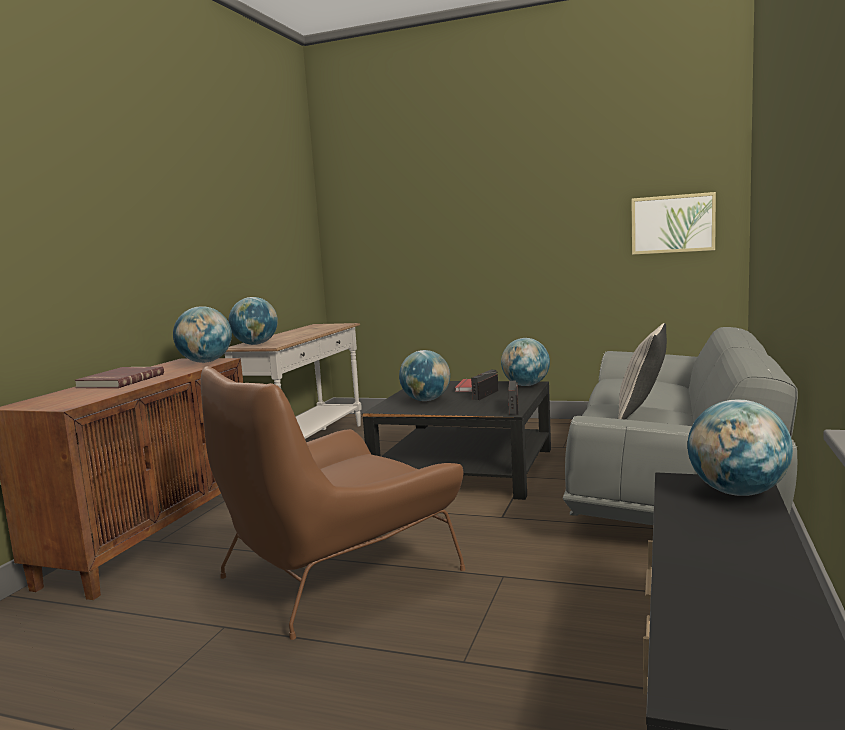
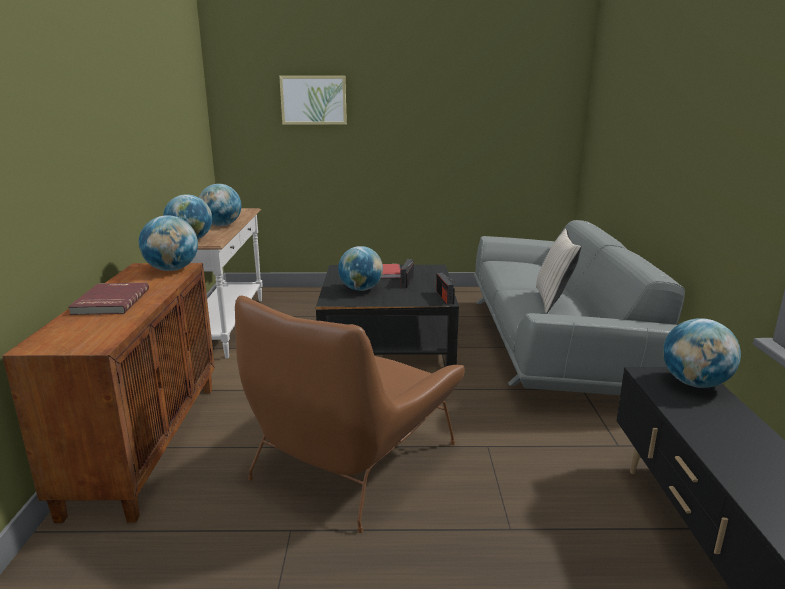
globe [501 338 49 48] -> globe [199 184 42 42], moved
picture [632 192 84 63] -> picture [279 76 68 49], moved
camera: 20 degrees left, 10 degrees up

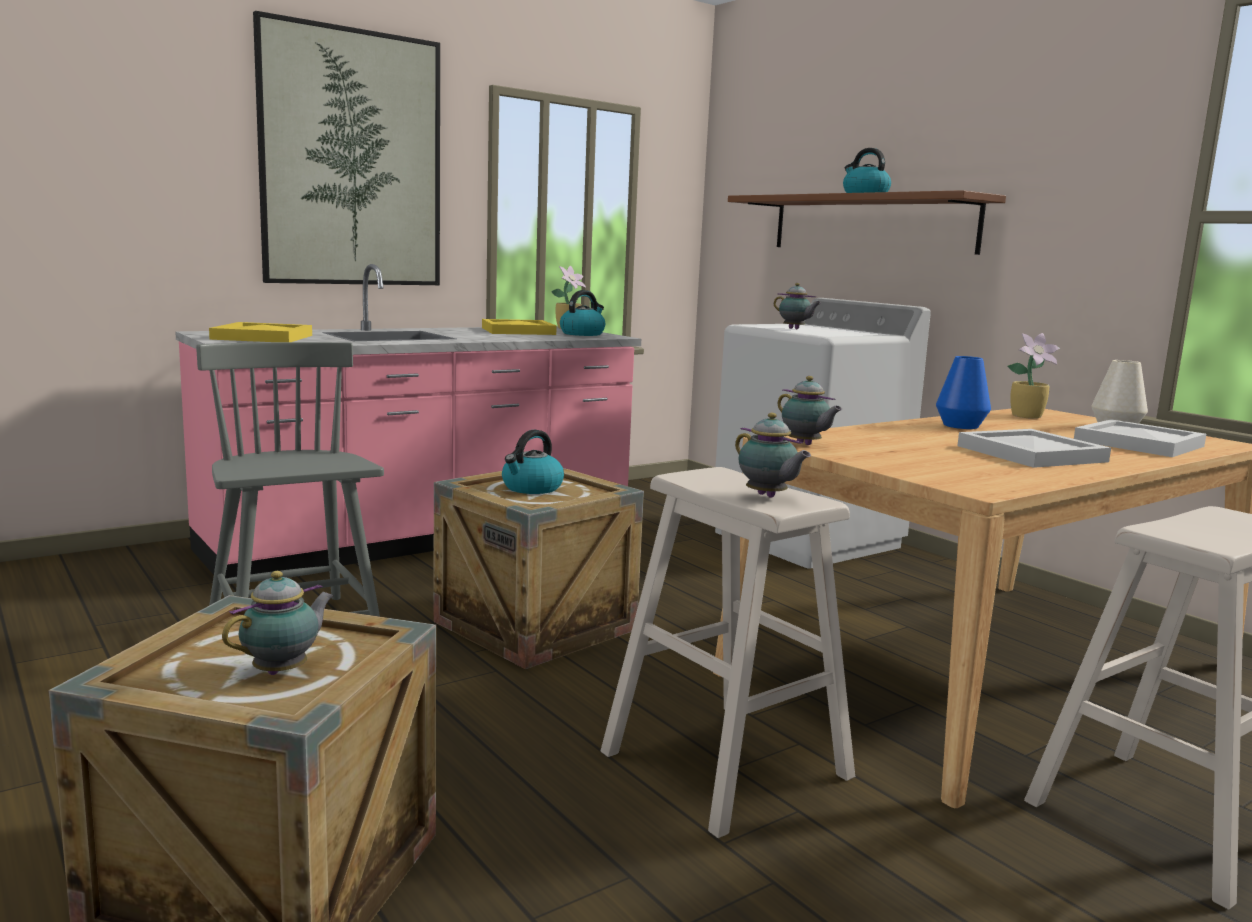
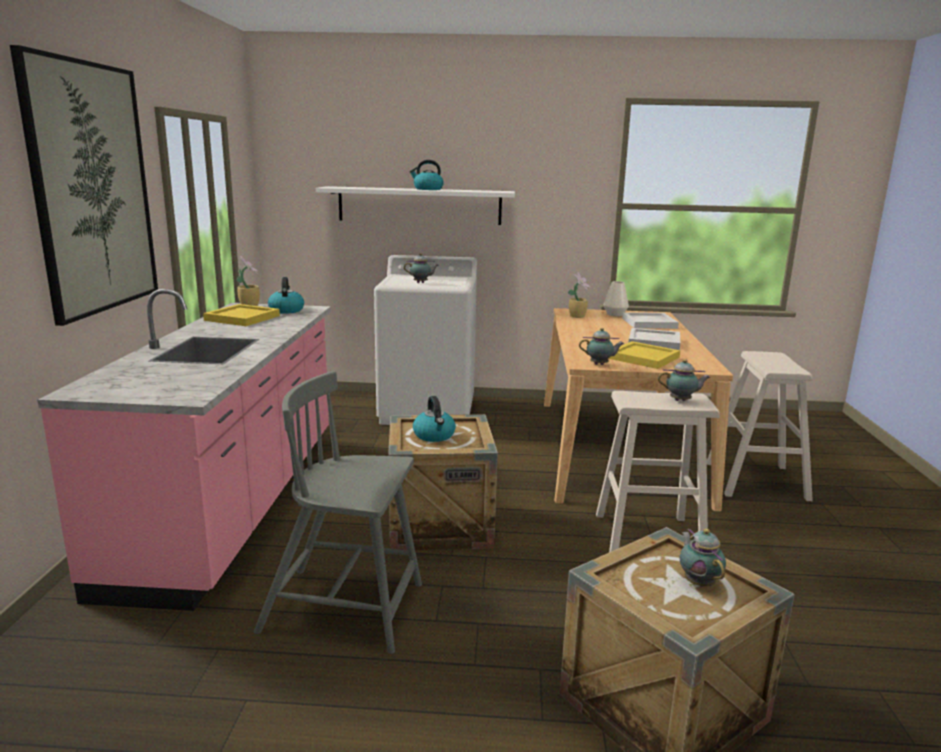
shelf/brown [728 190 278 65] -> shelf/white [316 186 199 39]
tray/yellow [209 322 103 20] -> tray/yellow [608 341 72 28], moved
vase/blue [936 356 55 73] -> none
camera: 50 degrees left, 5 degrees up

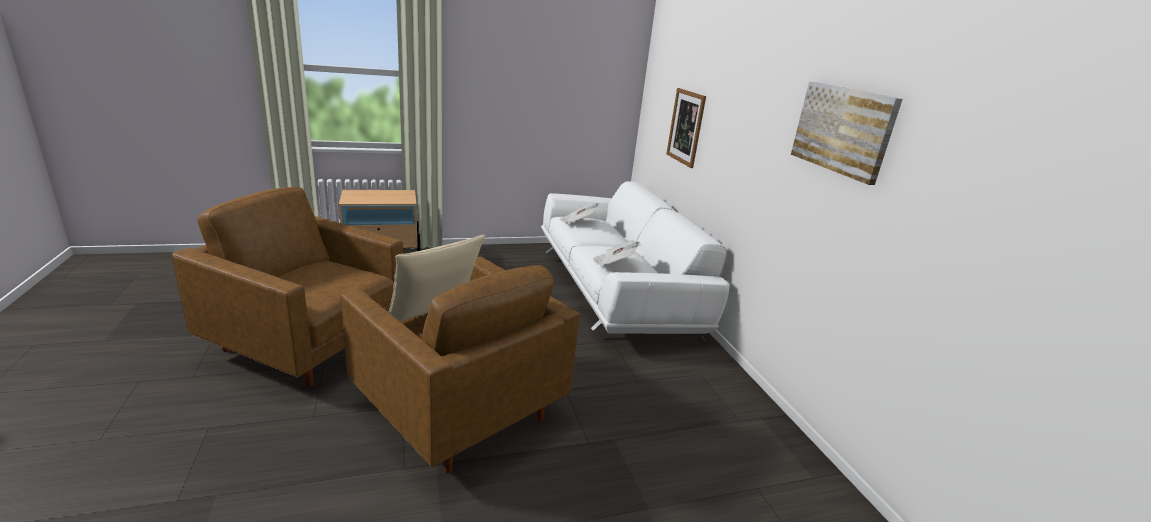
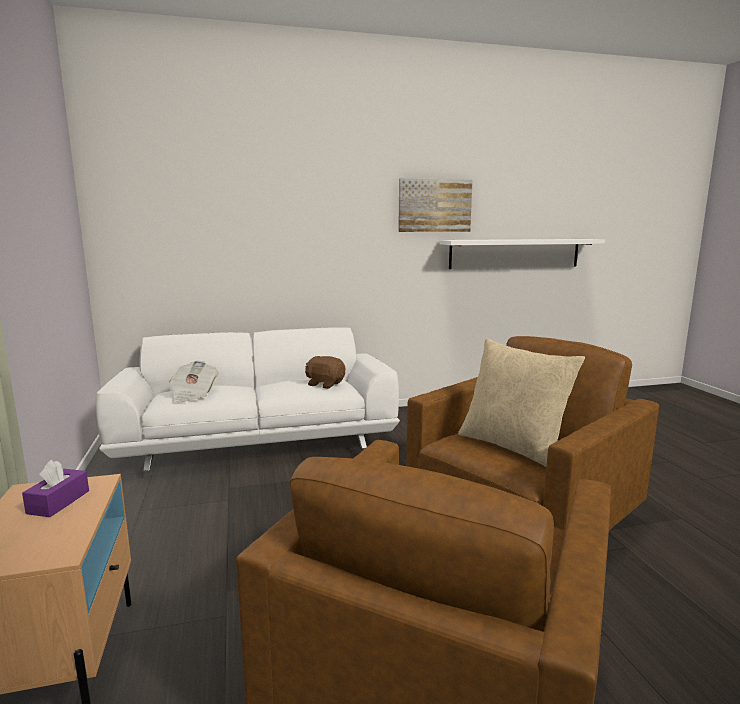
none -> tissue box/purple [22 460 67 57]
newspaper [593 240 48 26] -> plush toy/brown [305 356 40 33]
none -> shelf/white [440 239 165 30]
picture [666 88 40 80] -> none
camera: 85 degrees left, 10 degrees down

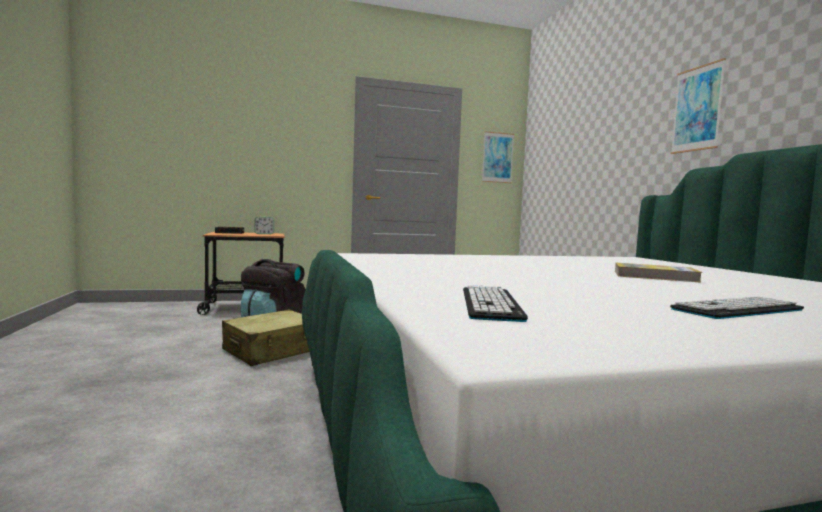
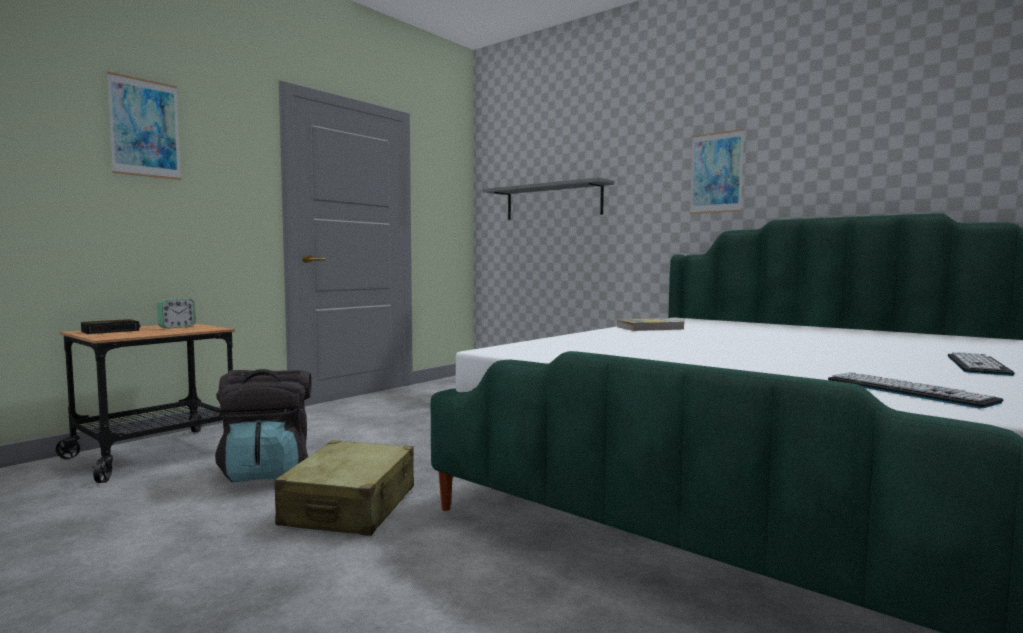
picture [482 131 32 52] -> picture [107 71 74 109], moved
none -> shelf/grey [483 177 131 43]
book [615 263 87 20] -> book [617 318 68 13], moved
camera: 35 degrees left, 0 degrees up

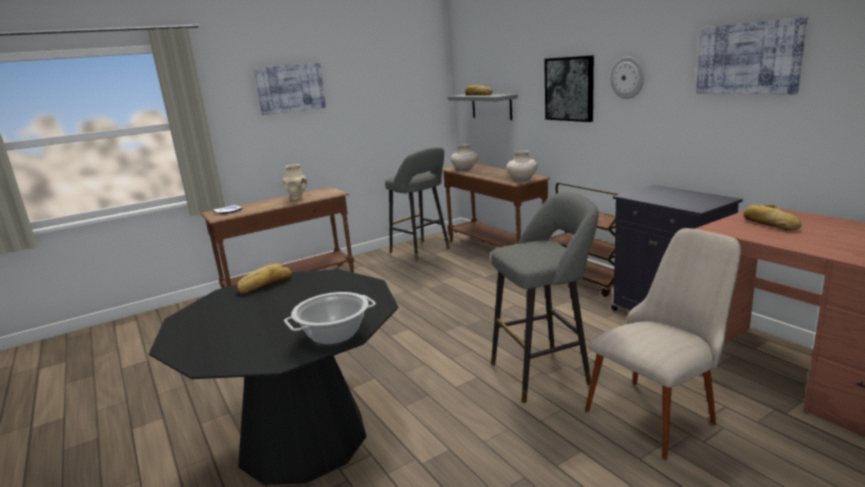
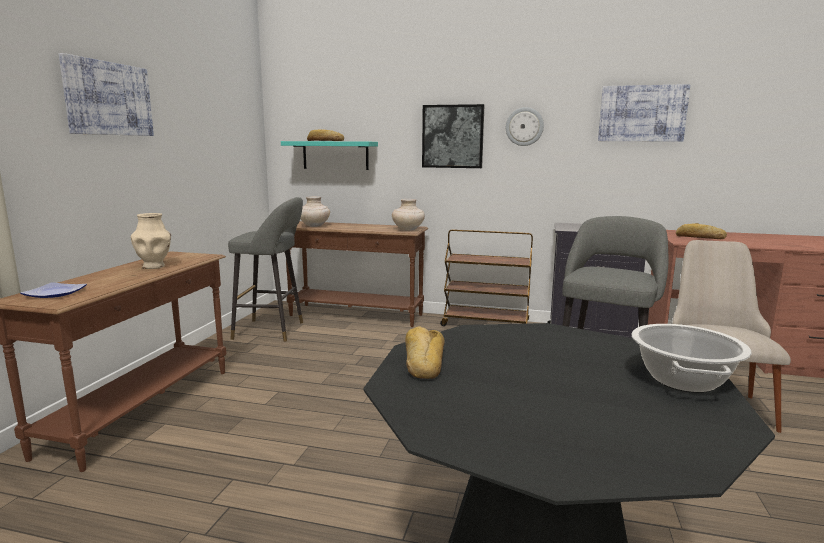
shelf/grey [448 94 70 26] -> shelf/turquoise [281 141 97 29]
camera: 45 degrees left, 5 degrees down

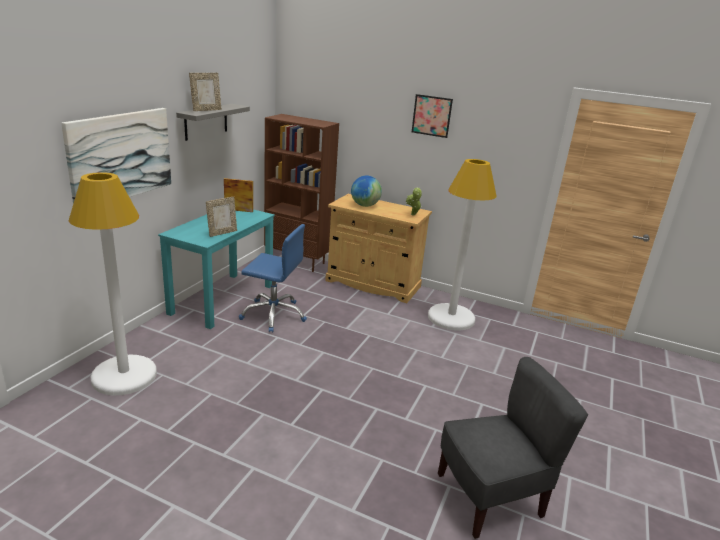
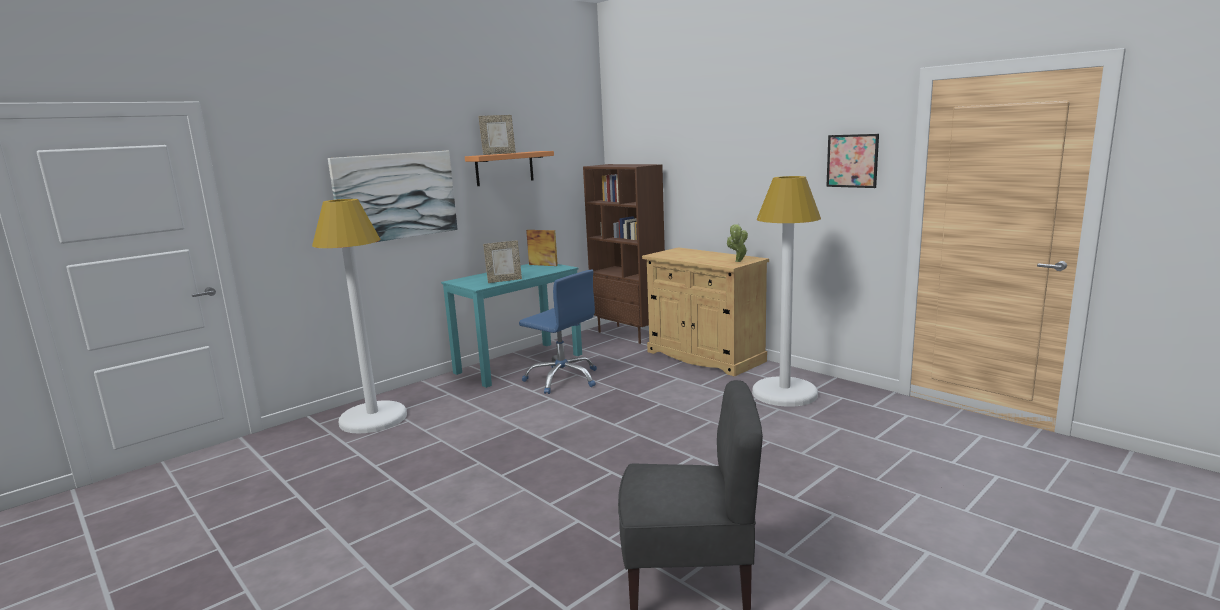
shelf/grey [176 104 74 37] -> shelf/orange [465 151 89 35]
picture [412 94 41 44] -> picture [826 134 53 54], moved
globe [351 176 31 31] -> none
camera: 25 degrees right, 10 degrees down

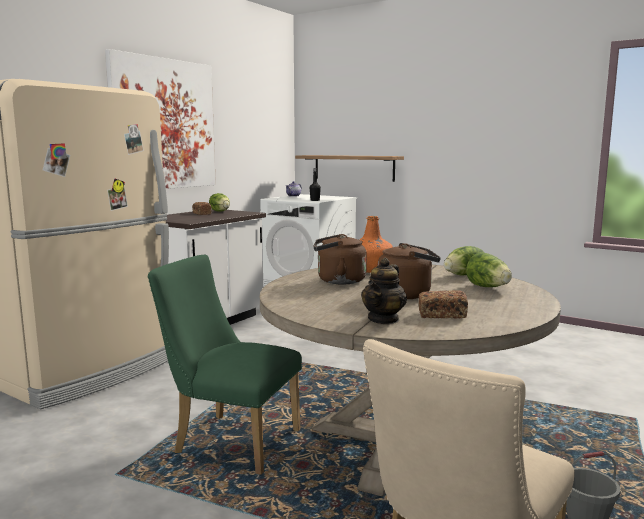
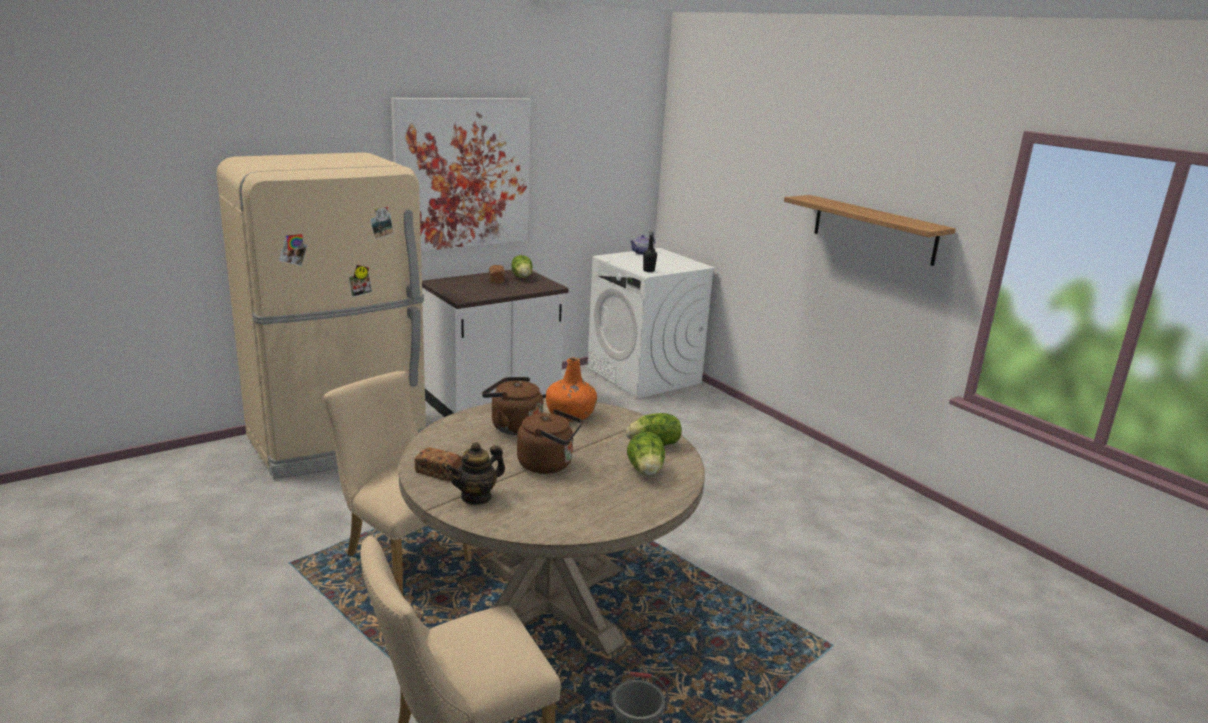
chair/green [148 255 154 220] -> chair/beige [323 371 149 224]
bread [419 290 49 28] -> bread [414 447 48 34], moved
shelf [295 155 109 27] -> shelf [784 195 172 71], moved
camera: 20 degrees right, 10 degrees up

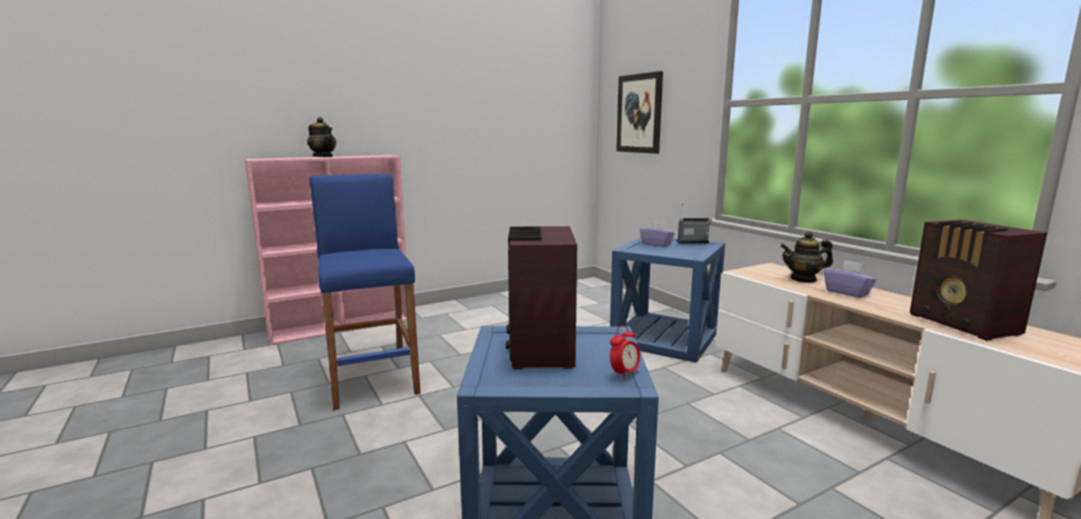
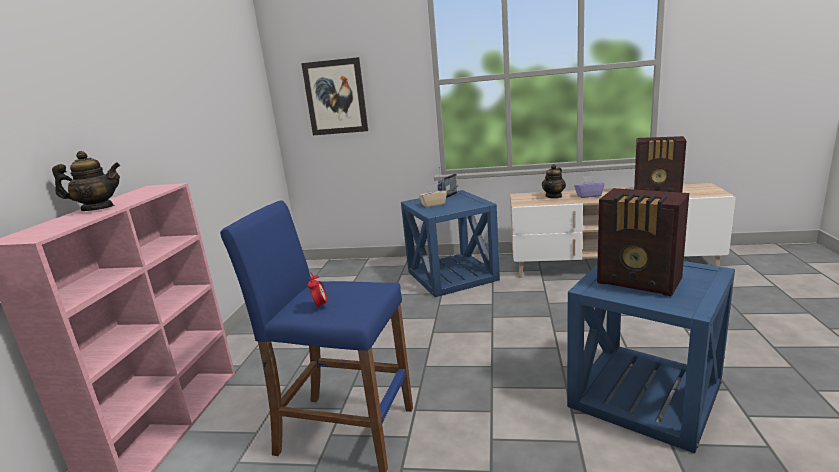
alarm clock [610 325 30 55] -> alarm clock [308 272 19 37], moved
tissue box/purple [640 220 35 27] -> tissue box/beige [419 184 28 23]
camera: 50 degrees left, 5 degrees up

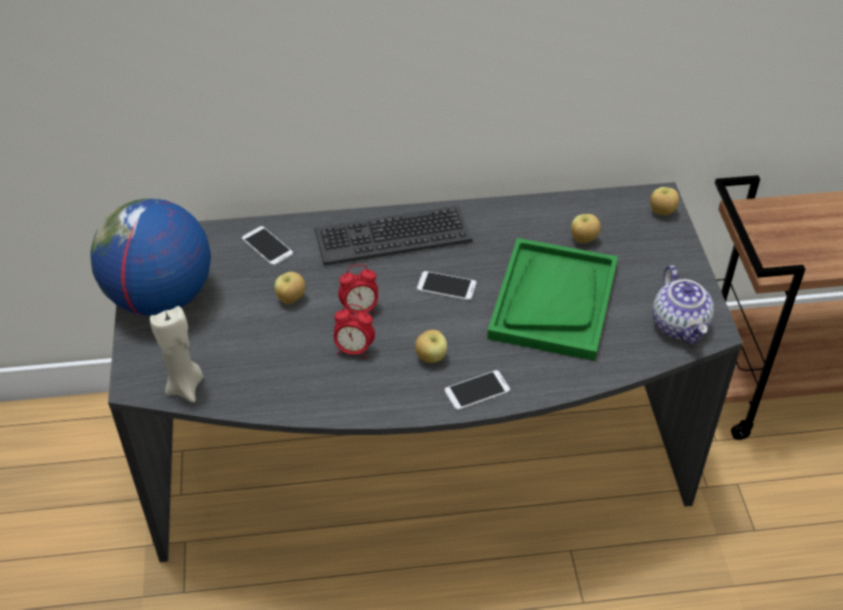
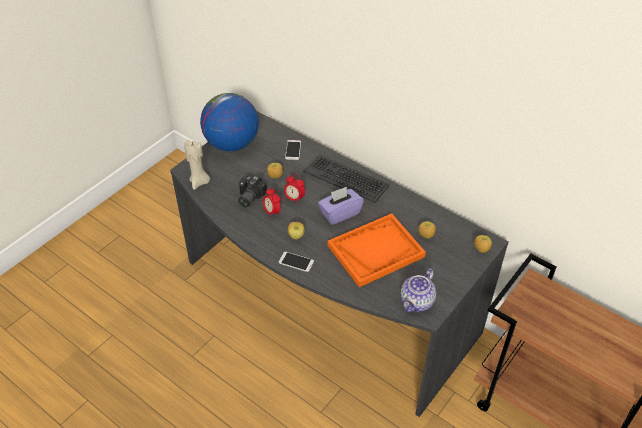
none -> photo camera [238 176 29 32]
phone [417 271 60 30] -> tissue box/purple [318 187 46 38]
tray/green [487 238 131 123] -> tray/orange [328 213 98 74]
camera: 45 degrees right, 0 degrees up

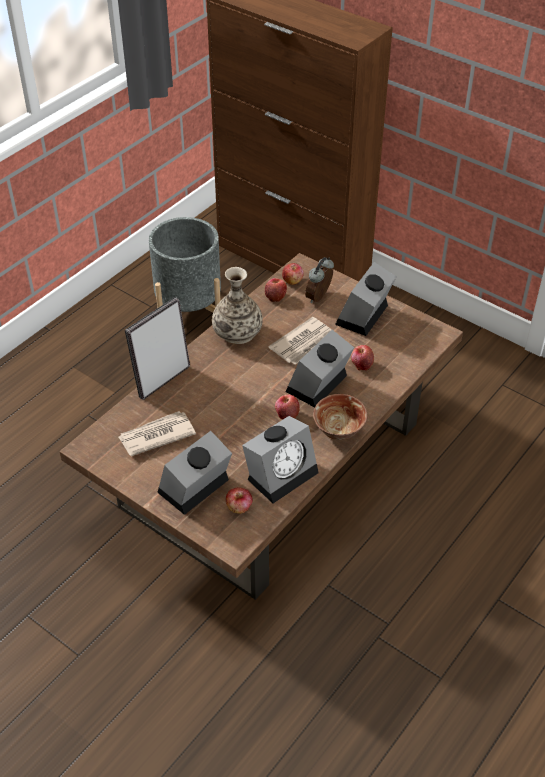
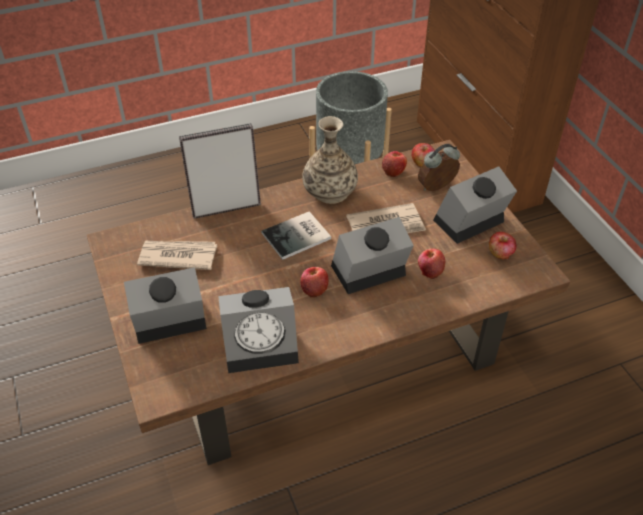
none -> book [261 211 70 49]
apple [226 487 27 27] -> apple [489 232 28 28], moved
bowl [313 394 54 46] -> none
camera: 30 degrees right, 0 degrees up

